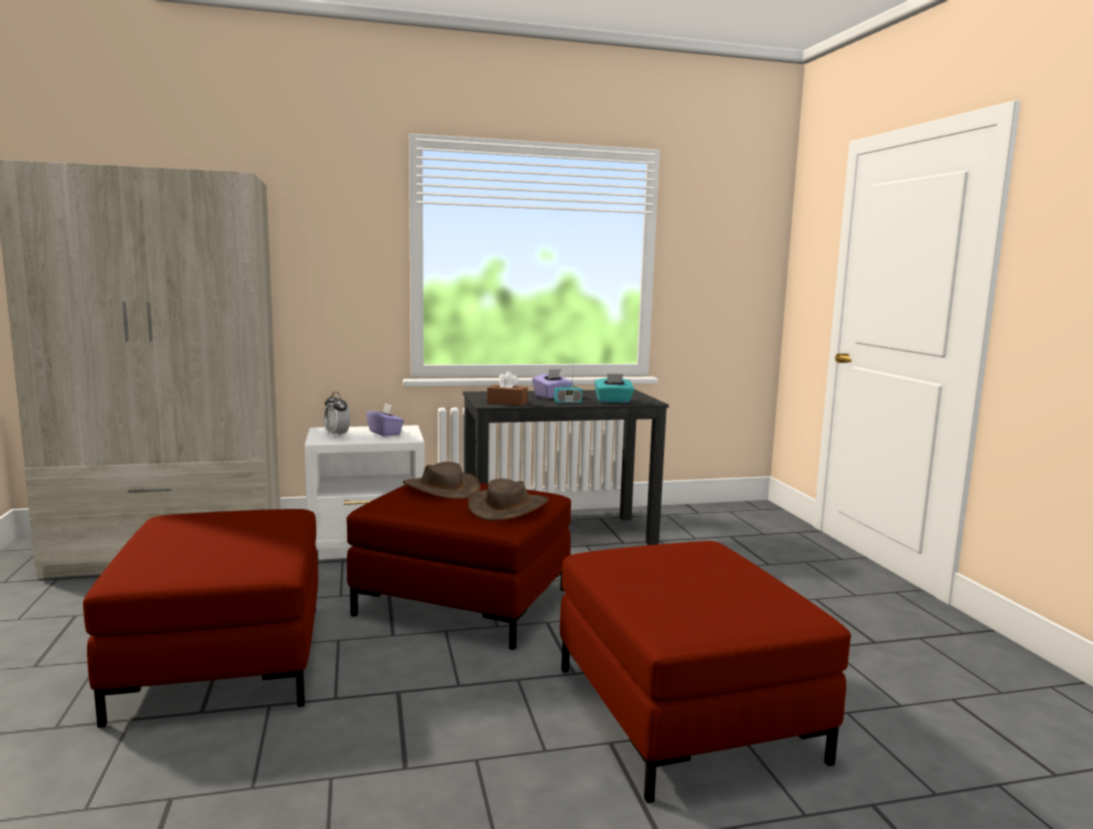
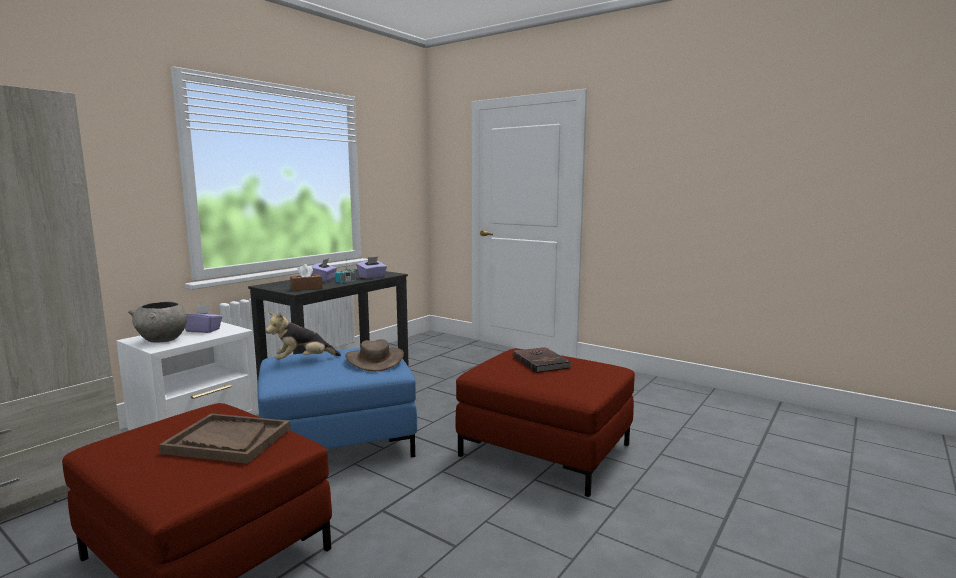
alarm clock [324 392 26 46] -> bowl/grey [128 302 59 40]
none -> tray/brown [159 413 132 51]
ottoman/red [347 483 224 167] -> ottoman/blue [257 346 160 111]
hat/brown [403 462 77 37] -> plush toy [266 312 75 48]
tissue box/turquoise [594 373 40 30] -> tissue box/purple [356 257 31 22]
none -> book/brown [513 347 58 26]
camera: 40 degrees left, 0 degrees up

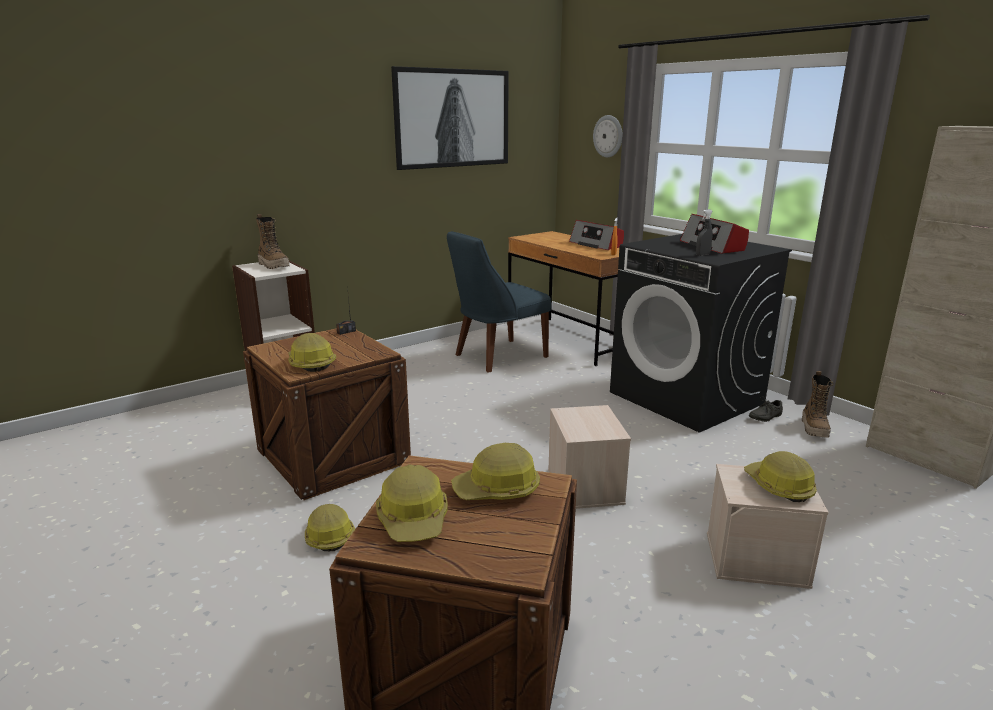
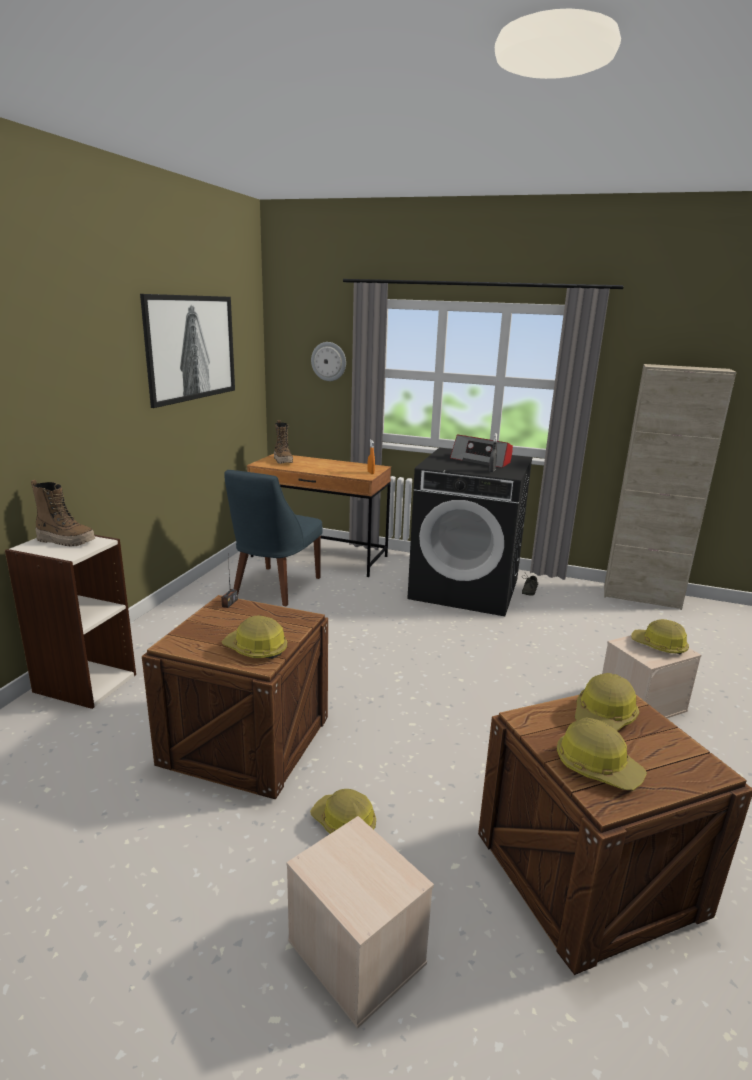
boot [802 371 31 67] -> boot [274 420 19 44], moved
storage box/beige [548 405 83 104] -> storage box/beige [286 816 148 213], moved
radio [569 220 55 30] -> none
camera: 35 degrees left, 0 degrees up

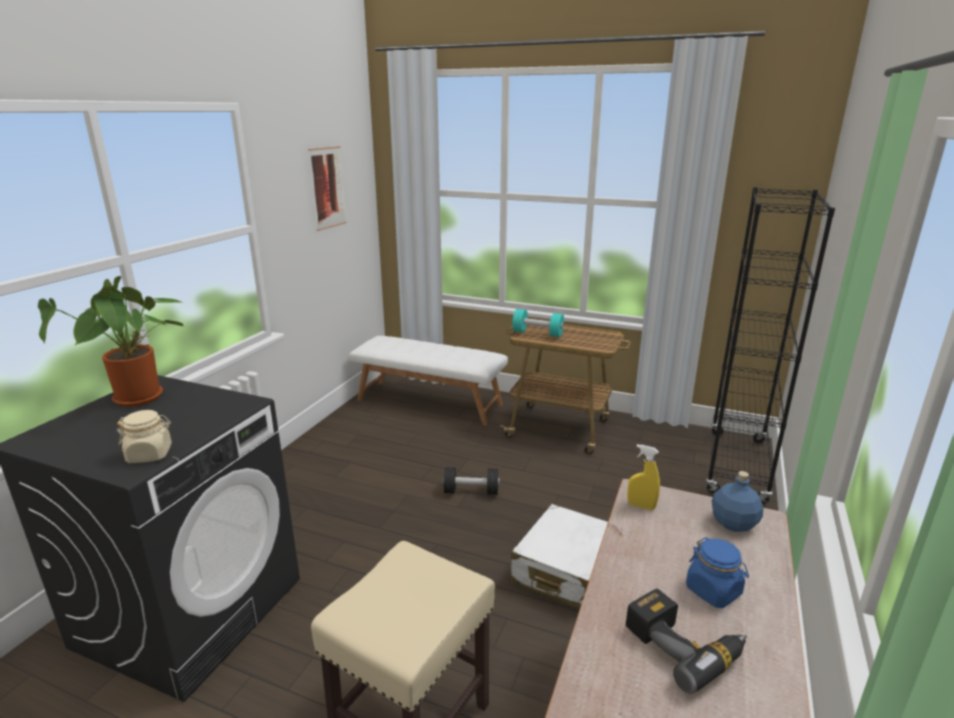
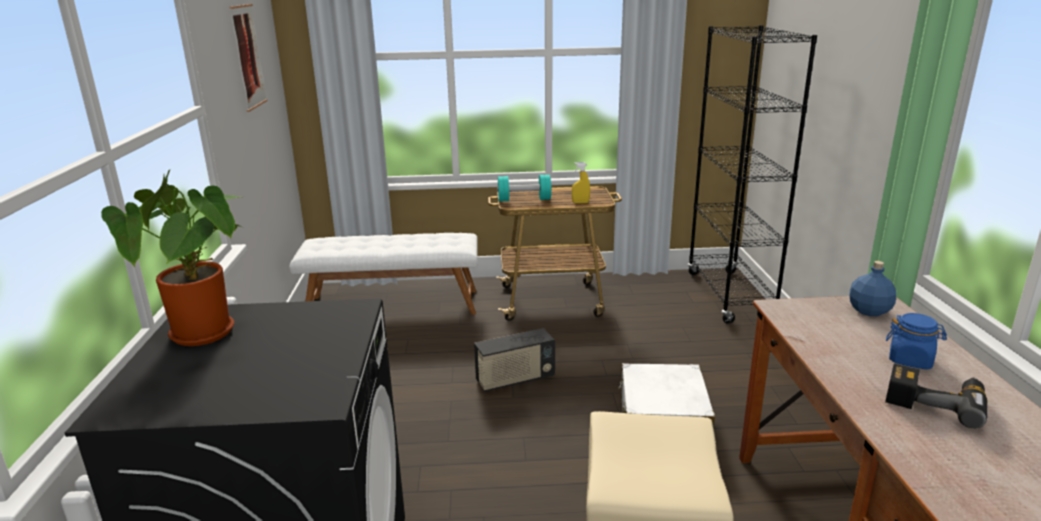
dumbbell/black [443 467 56 28] -> radio [474 328 81 64]
spray bottle/yellow [627 444 33 66] -> spray bottle/yellow [572 163 18 40], moved
jar/beige [117 410 55 53] -> none
camera: 25 degrees left, 0 degrees up

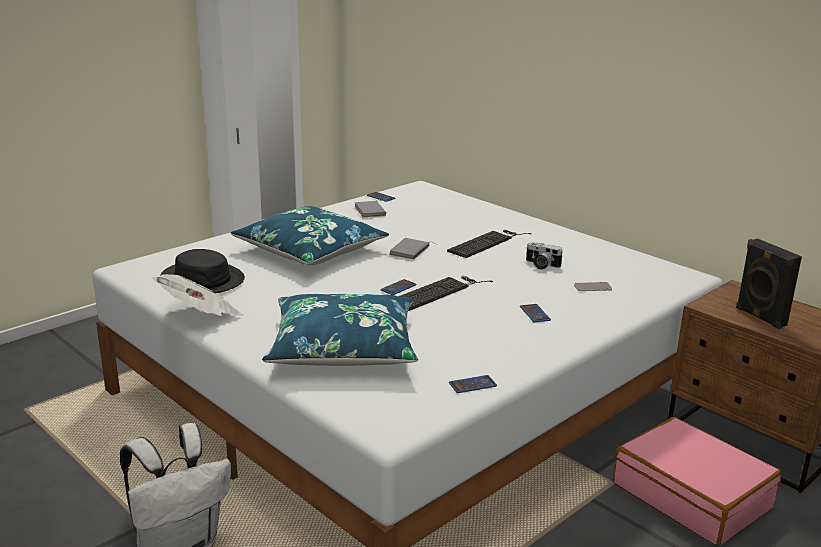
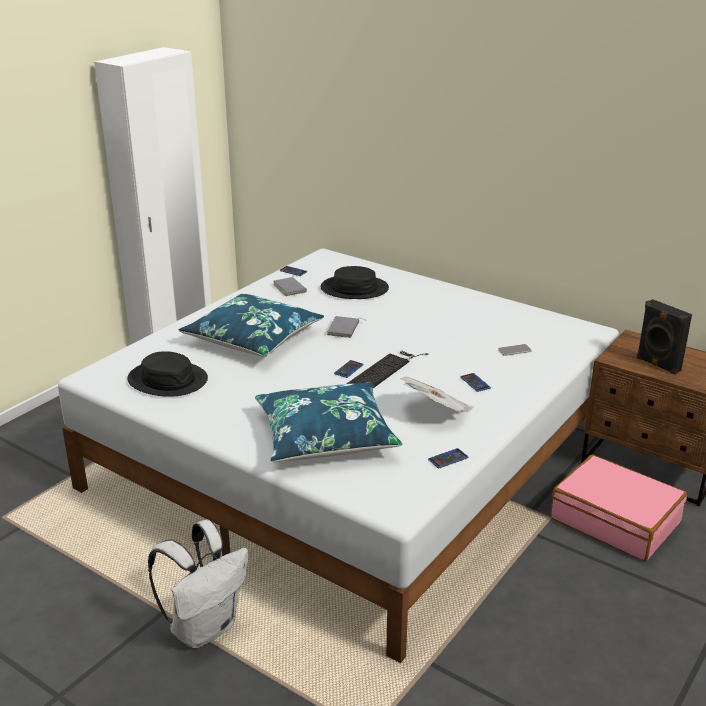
none -> hat/black [321 266 68 33]
newspaper [152 274 92 42] -> newspaper [401 377 73 35], moved
keyboard [447 230 84 28] -> none
photo camera [526 242 37 28] -> none
camera: 10 degrees left, 5 degrees up

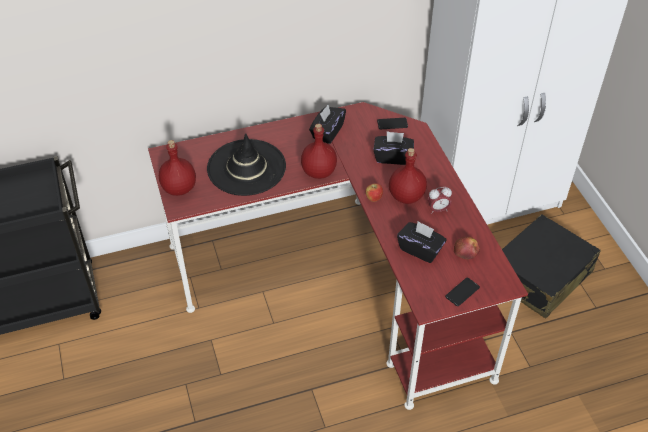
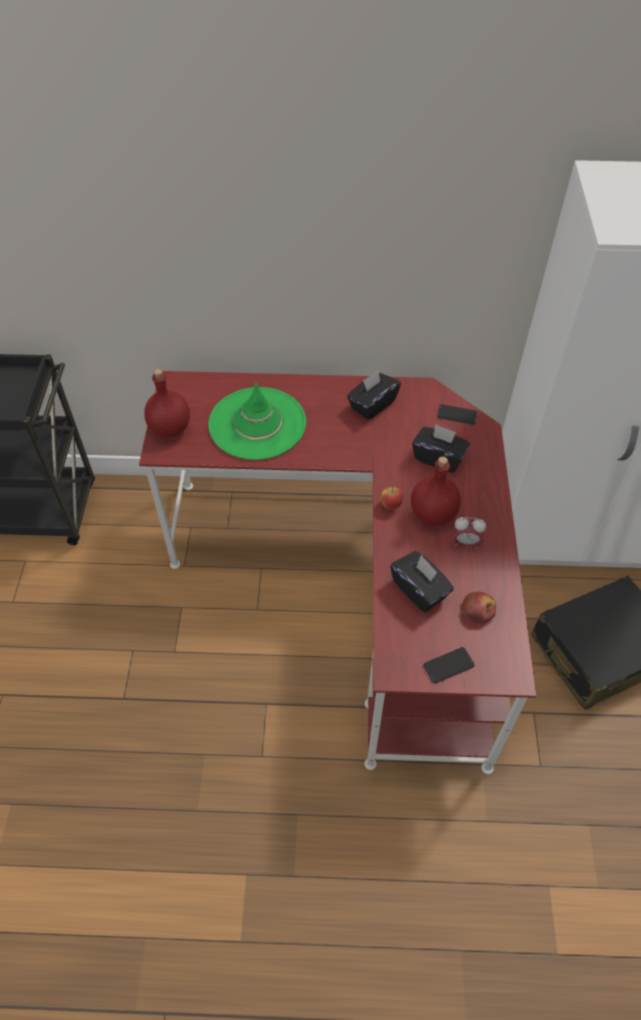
hat/black [207 133 79 63] -> hat/green [208 383 98 77]
bottle/red [301 124 36 55] -> none
camera: 20 degrees right, 5 degrees up

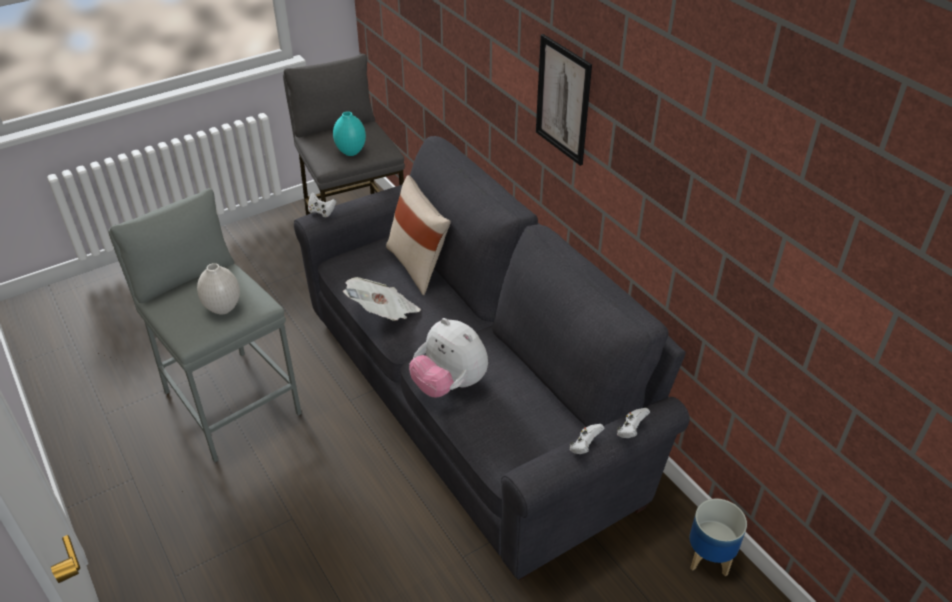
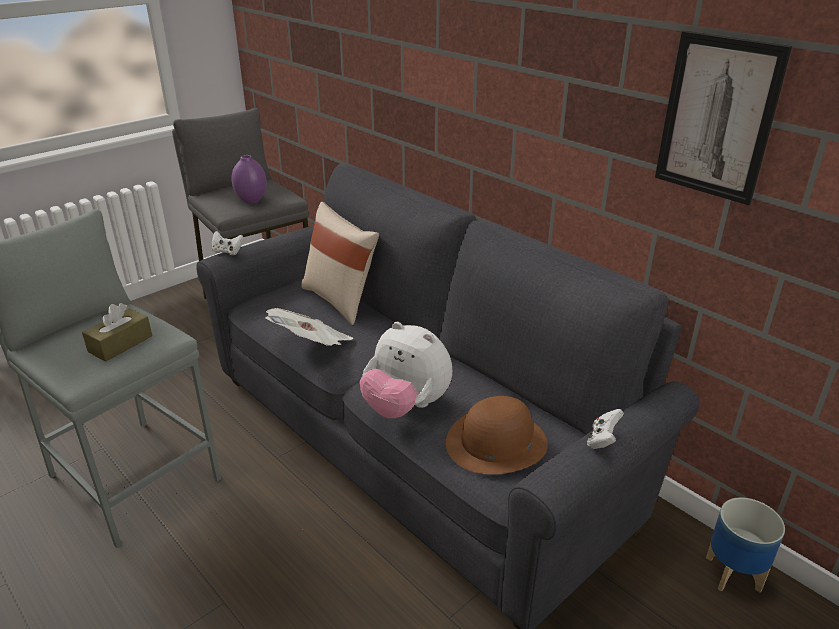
vase/white [197 263 43 52] -> tissue box/brown [82 303 70 59]
vase/turquoise [333 111 33 45] -> vase/purple [231 155 36 49]
none -> hat/brown [446 396 102 78]
picture [536 34 56 132] -> picture [655 31 137 174], moved
game controller/white [617 408 33 30] -> none
camera: 10 degrees left, 10 degrees down

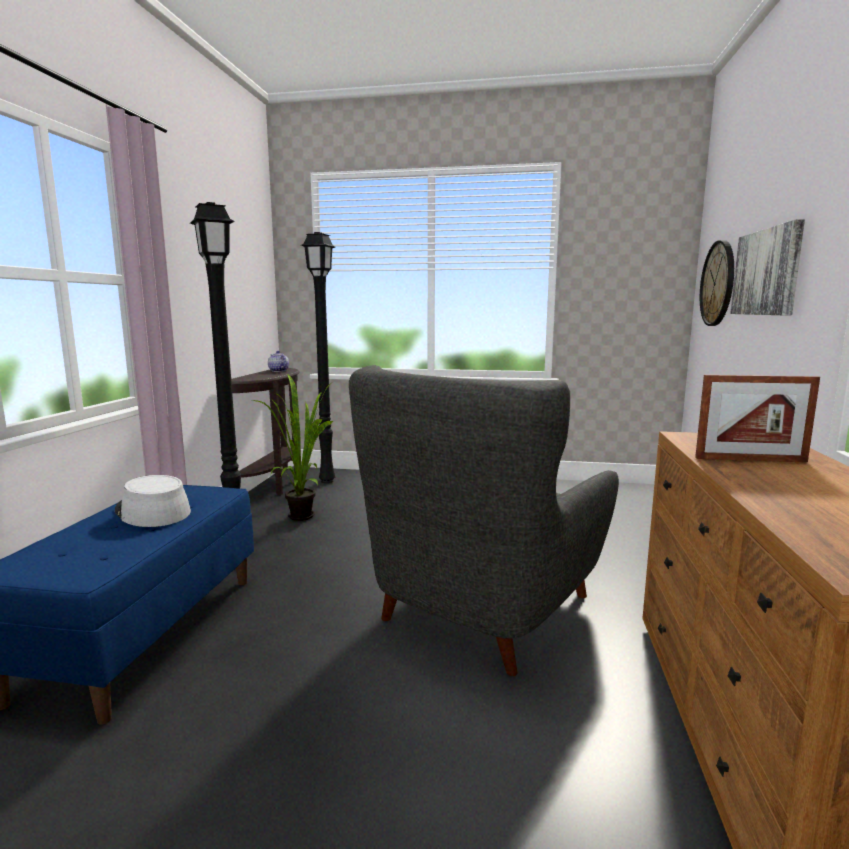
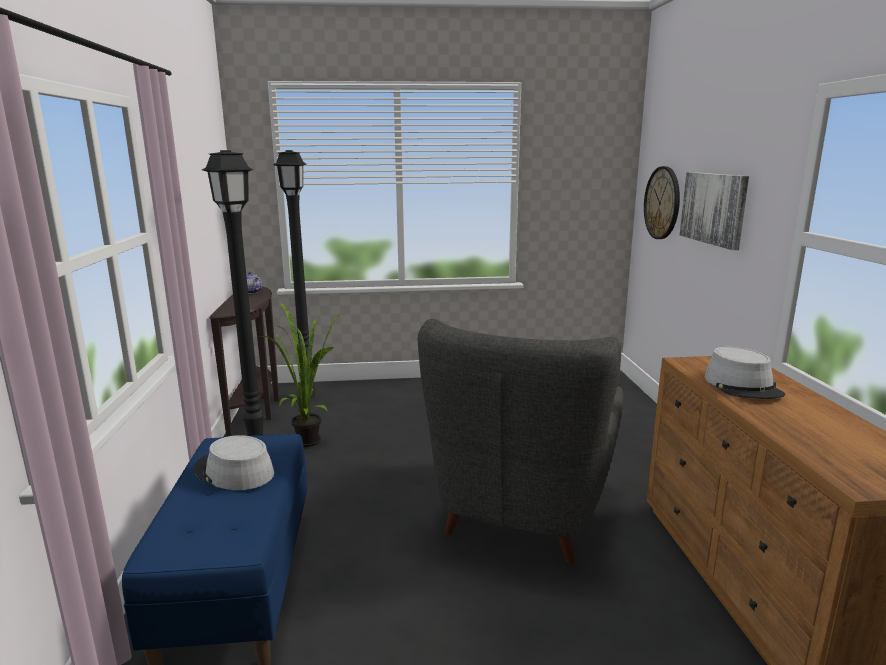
picture frame [695 375 125 88] -> hat/grey [705 347 80 52]
camera: 15 degrees left, 5 degrees up

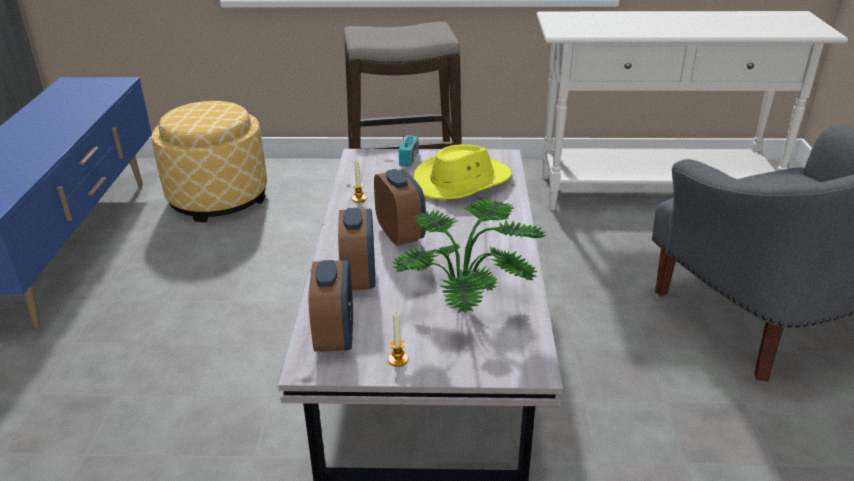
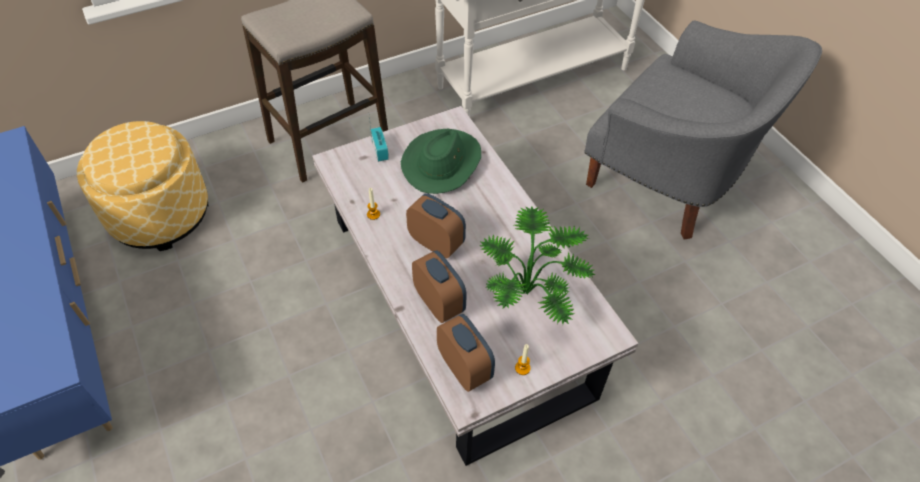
hat/yellow [413 144 99 56] -> hat/green [401 129 80 65]
camera: 30 degrees left, 20 degrees up

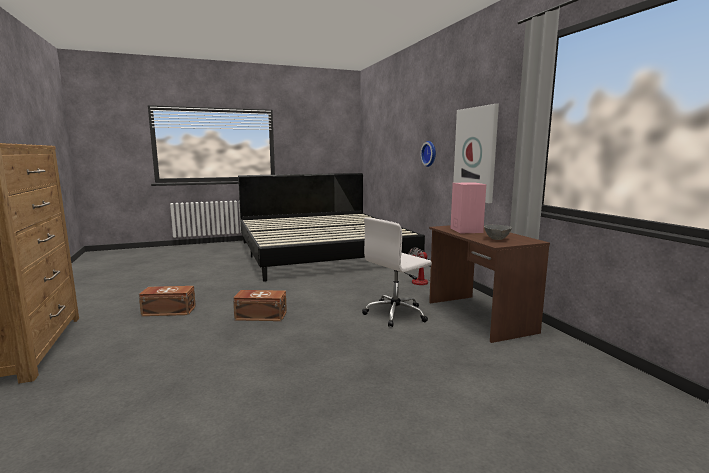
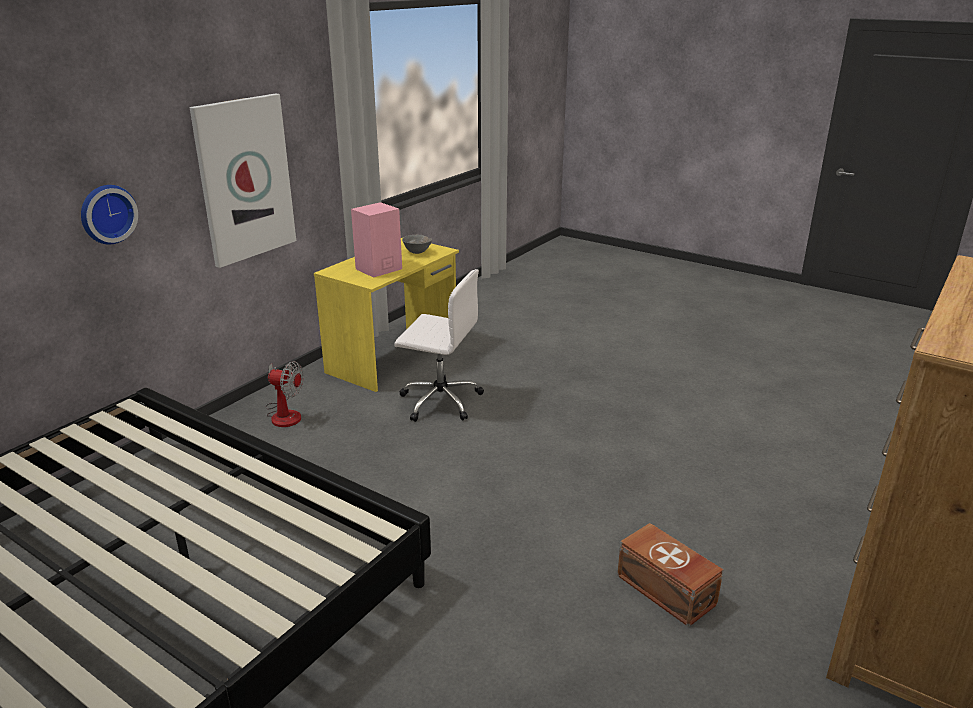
desk/brown [429 225 121 118] -> desk/yellow [314 237 145 155]
storage box/brown [233 290 54 31] -> none
camera: 125 degrees left, 15 degrees up

